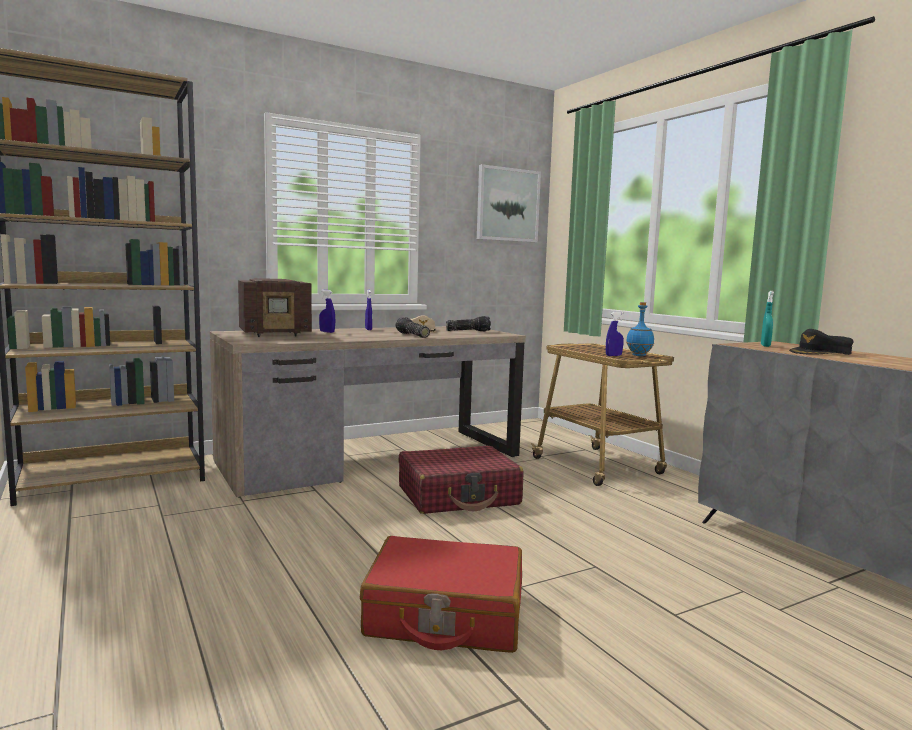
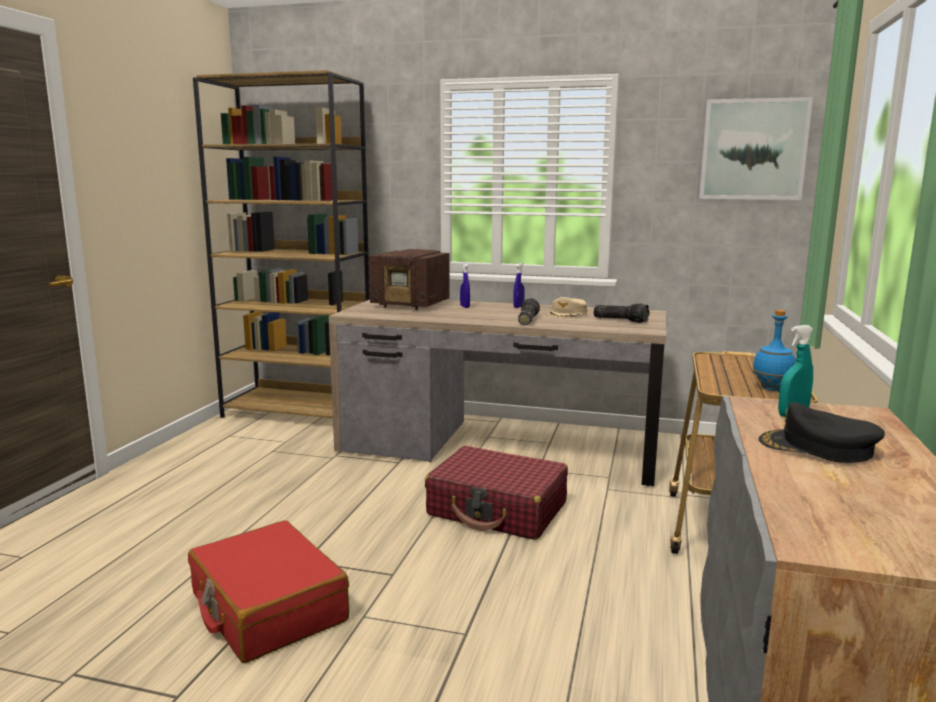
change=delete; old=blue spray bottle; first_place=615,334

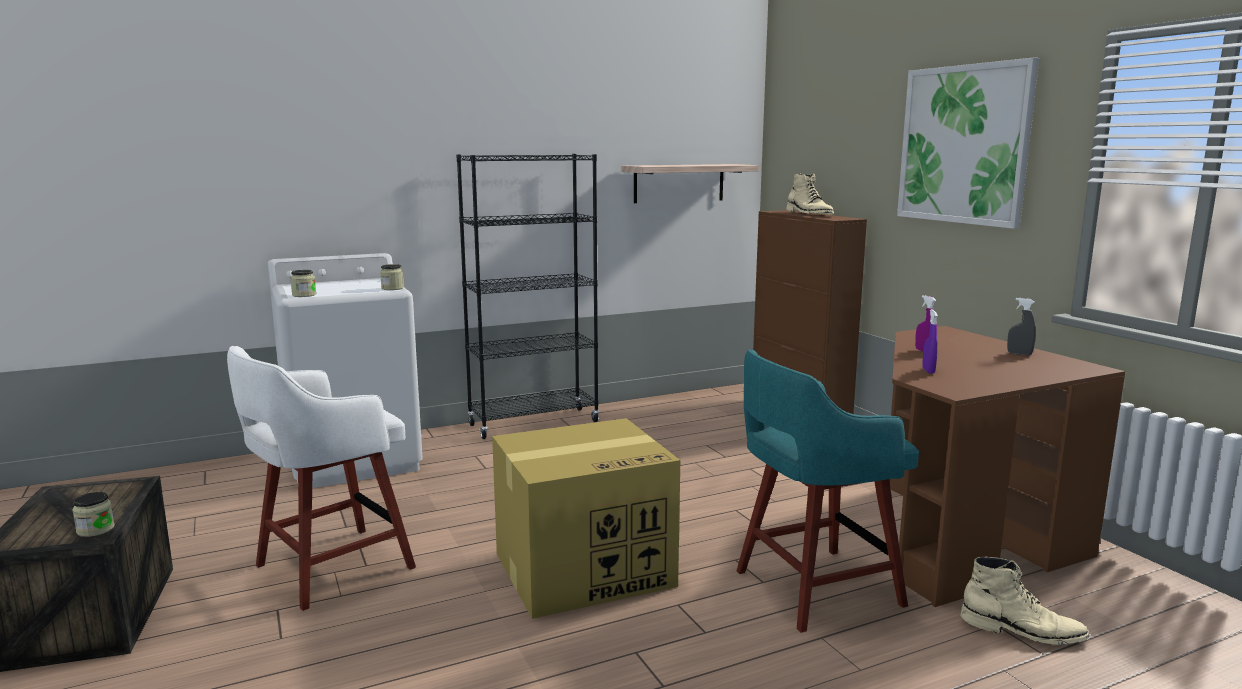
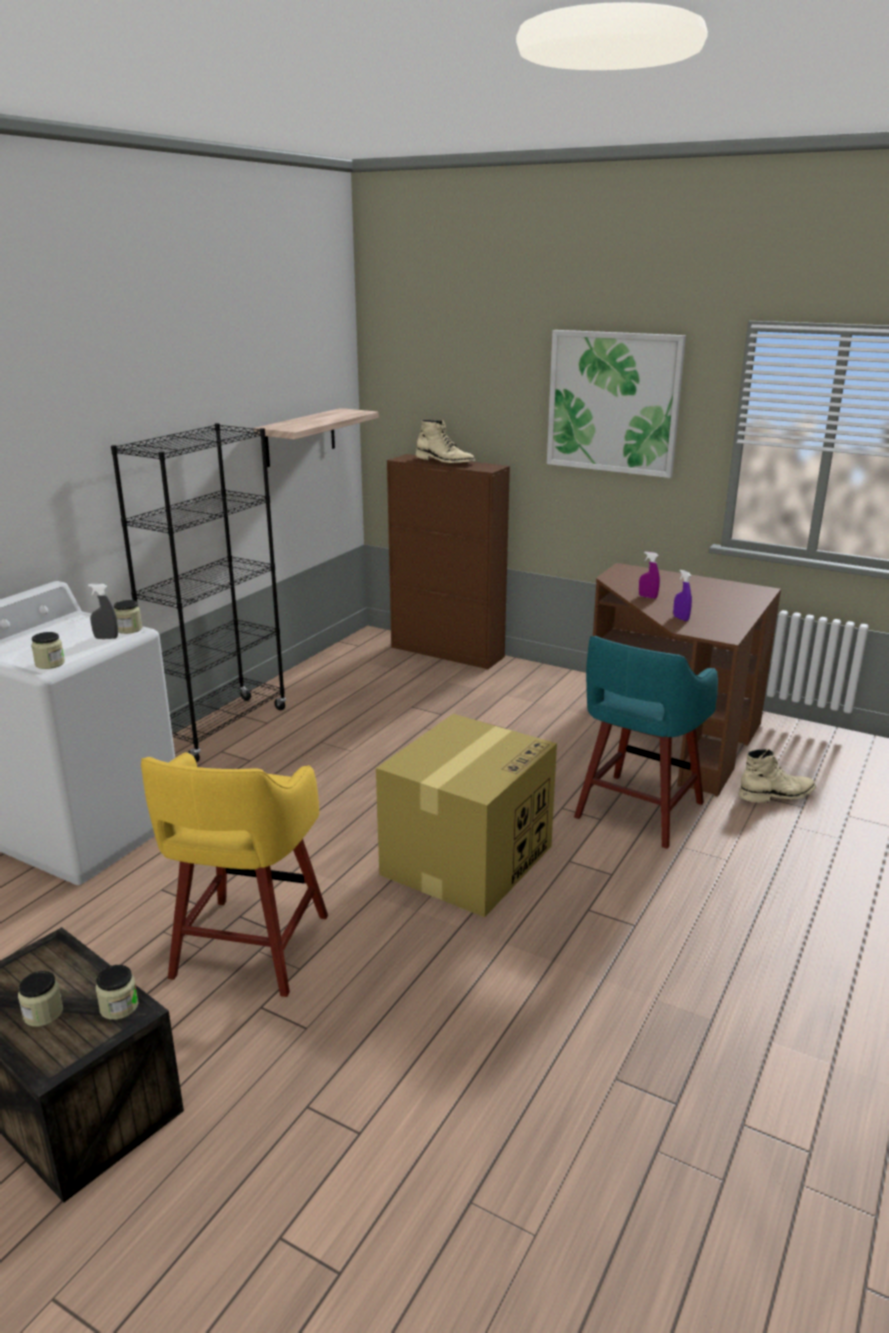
change=move; old=greyish spray bottle; first_place=1021,327; second_place=103,611
change=recolor; old=white-coloured stool; new=yellow stool; first_place=321,478; second_place=234,874
change=insert; new=storage jar; second_place=40,999

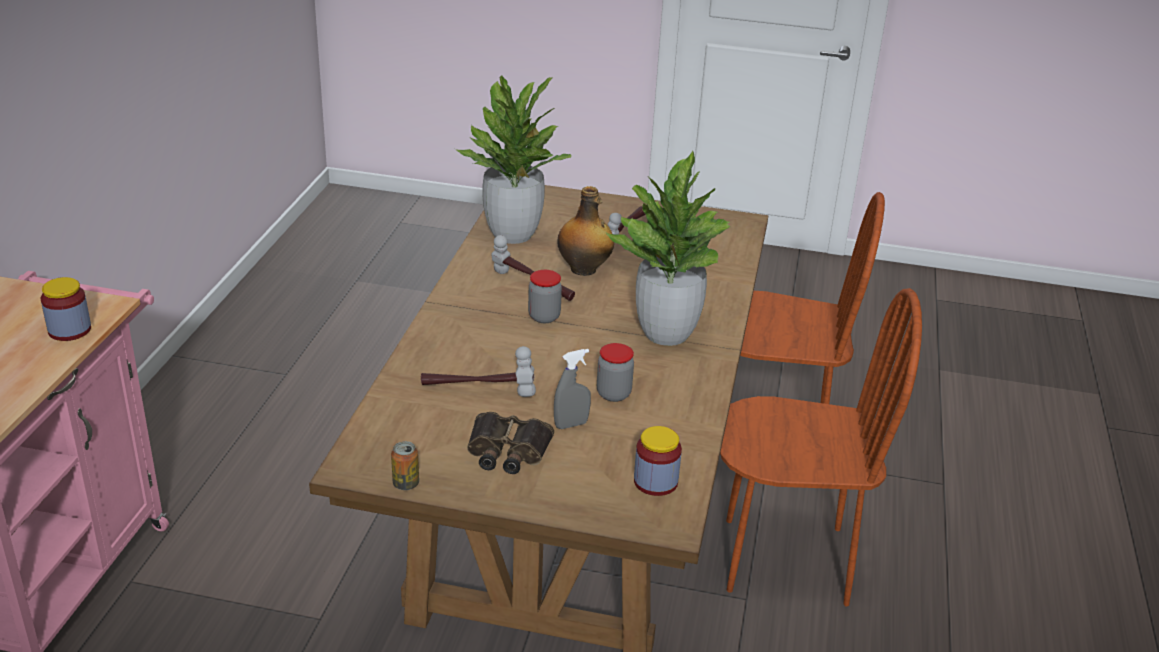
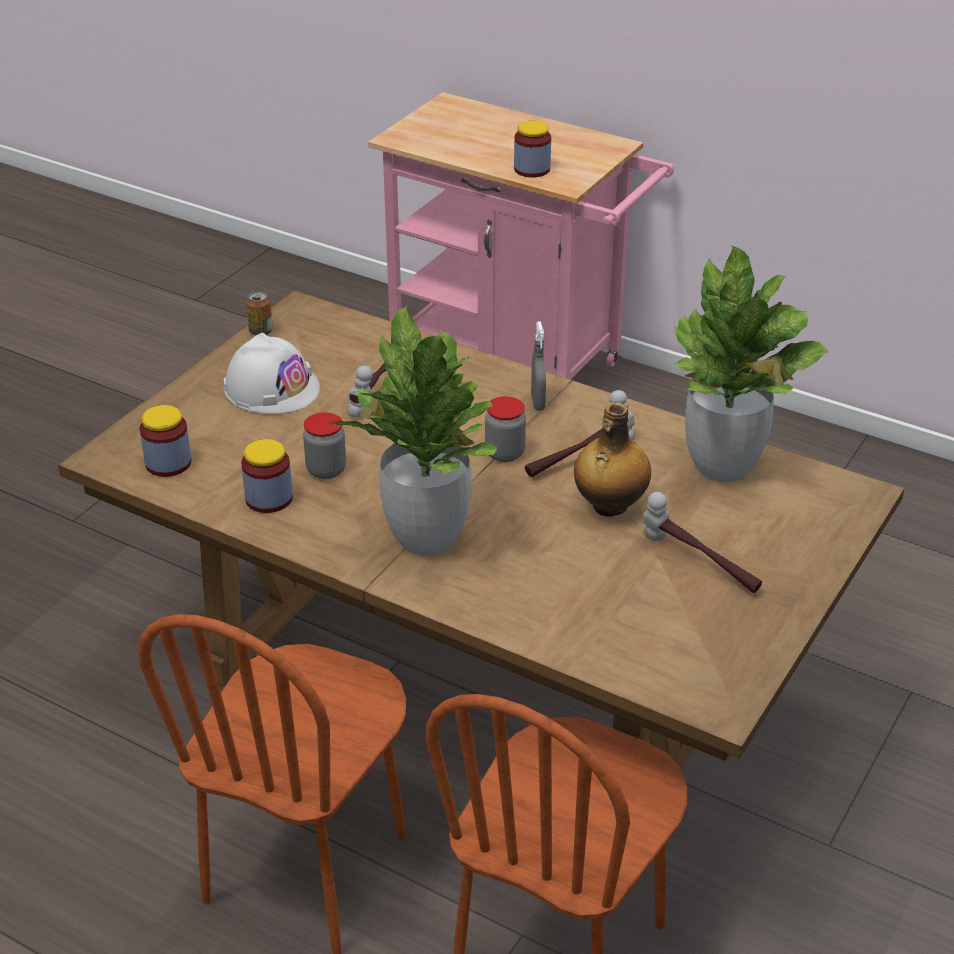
change=move; old=greyish spray bottle; first_place=572,389; second_place=538,365
change=replace; old=binoculars; new=white-coloured hard hat; first_place=510,443; second_place=272,373
change=insert; new=storage jar; second_place=267,476

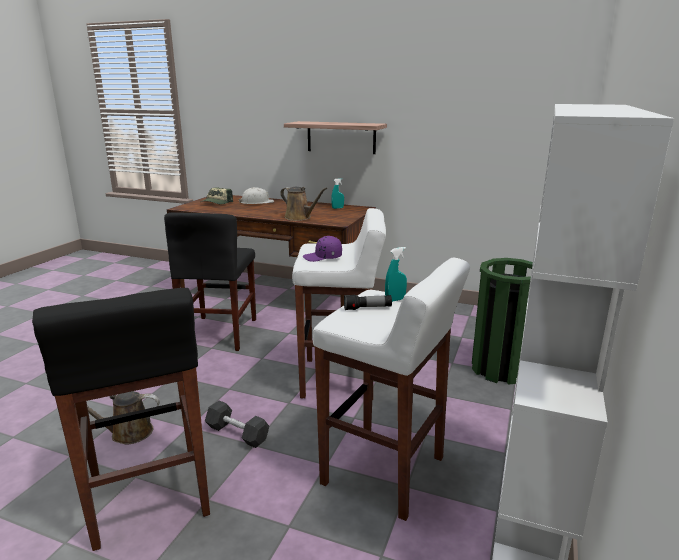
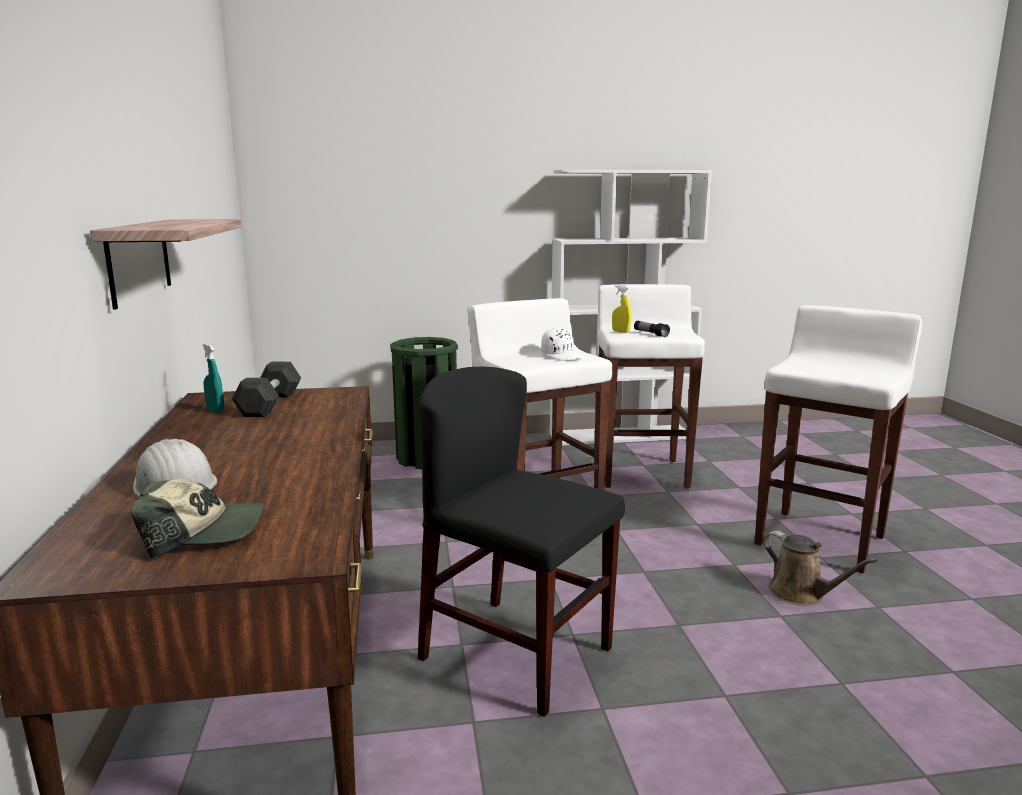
change=delete; old=brownish watering pot; first_place=303,204
change=rotate; old=blackish chair; first_place=210,281; second_place=521,542; degrees=-120
change=recolor; old=purple peaked cap; new=white-coloured peaked cap; first_place=322,249; second_place=562,344
change=recolor; old=turquoise spray bottle; new=yellow spray bottle; first_place=396,274; second_place=621,309
change=recolor; old=blackish stool; new=white-coloured stool; first_place=121,419; second_place=839,439
change=move; old=blackish free weight; first_place=237,424; second_place=266,389

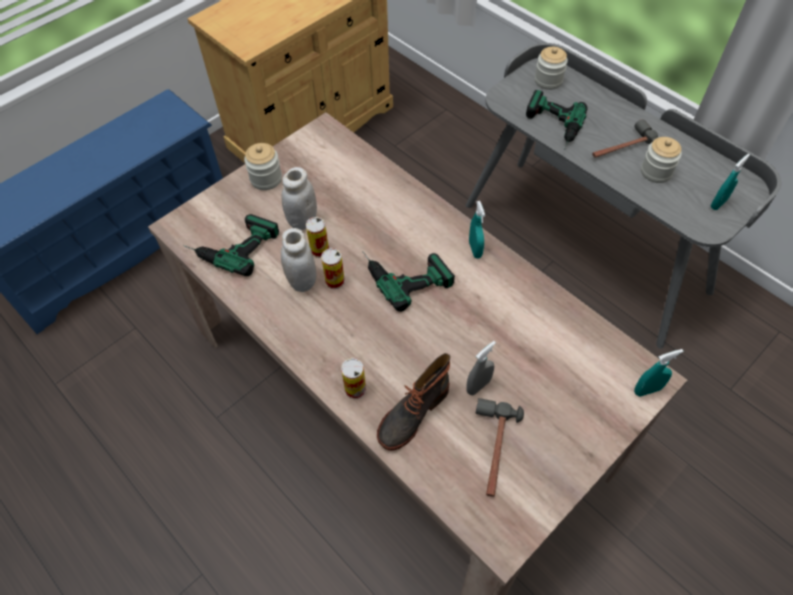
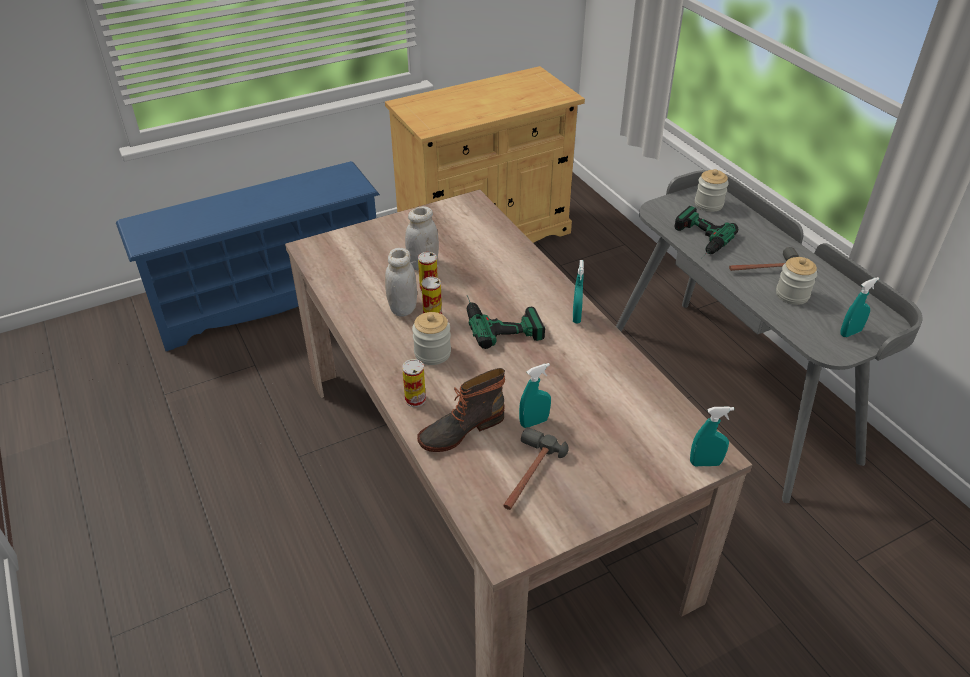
change=move; old=storage jar; first_place=263,166; second_place=431,338
change=delete; old=drill; first_place=231,245
change=recolor; old=greyish spray bottle; new=turquoise spray bottle; first_place=481,368; second_place=535,395

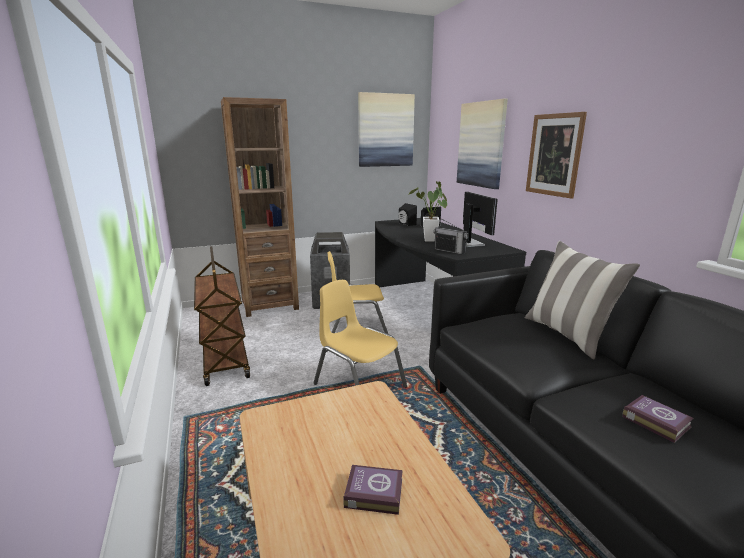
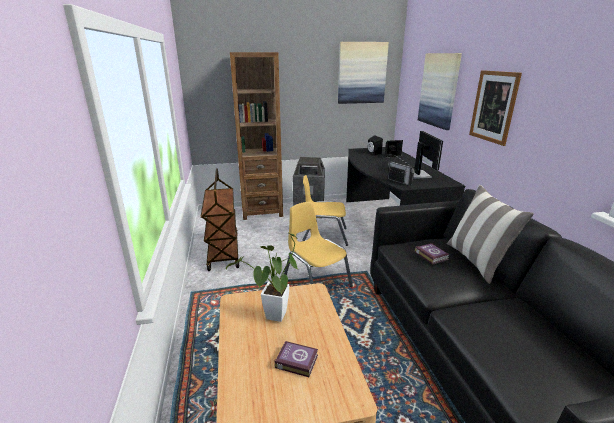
change=move; old=houseplant; first_place=428,211; second_place=262,277
change=move; old=book; first_place=658,419; second_place=432,254

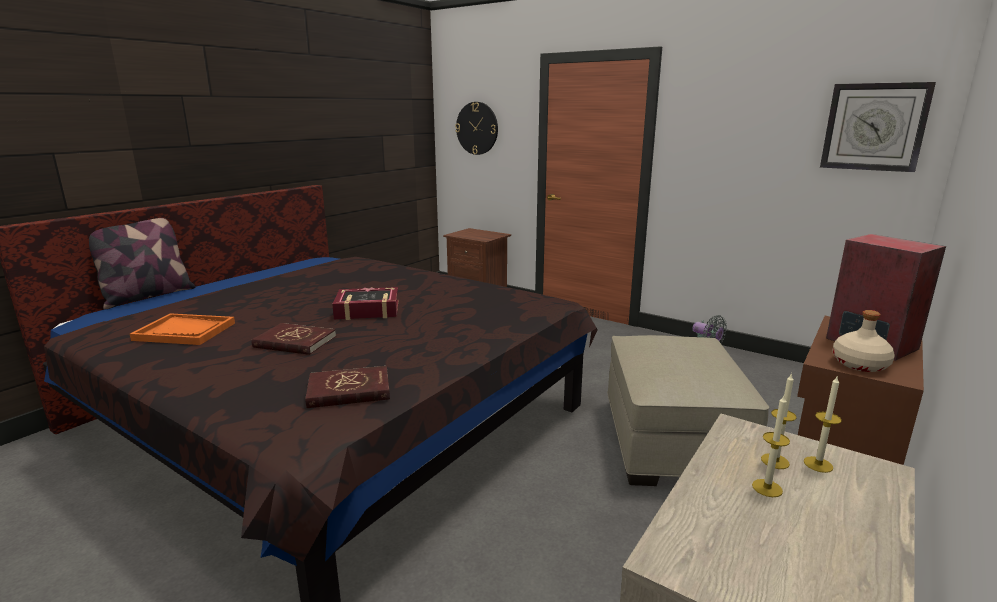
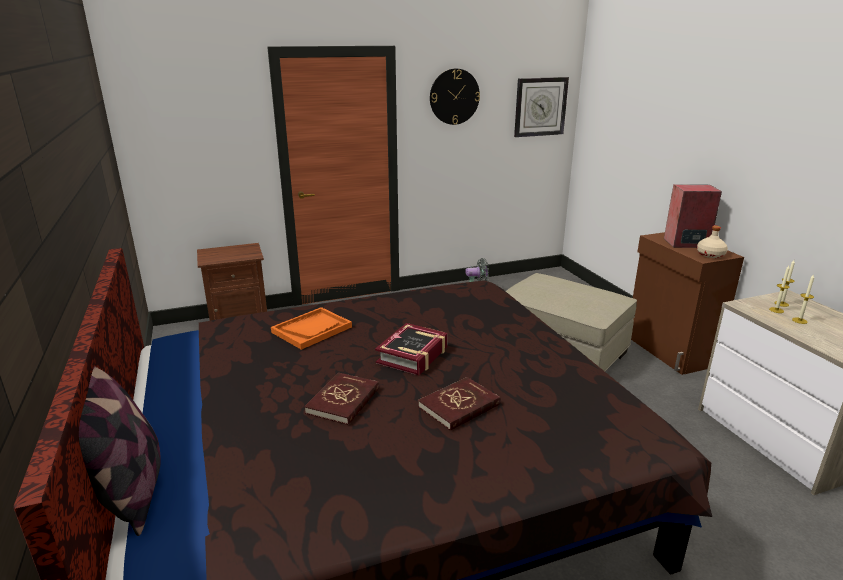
change=move; old=clock on the wall; first_place=476,128; second_place=455,97
change=move; old=orange-coloured serving tray; first_place=182,329; second_place=311,328
change=move; old=red-coloured book; first_place=347,387; second_place=341,398

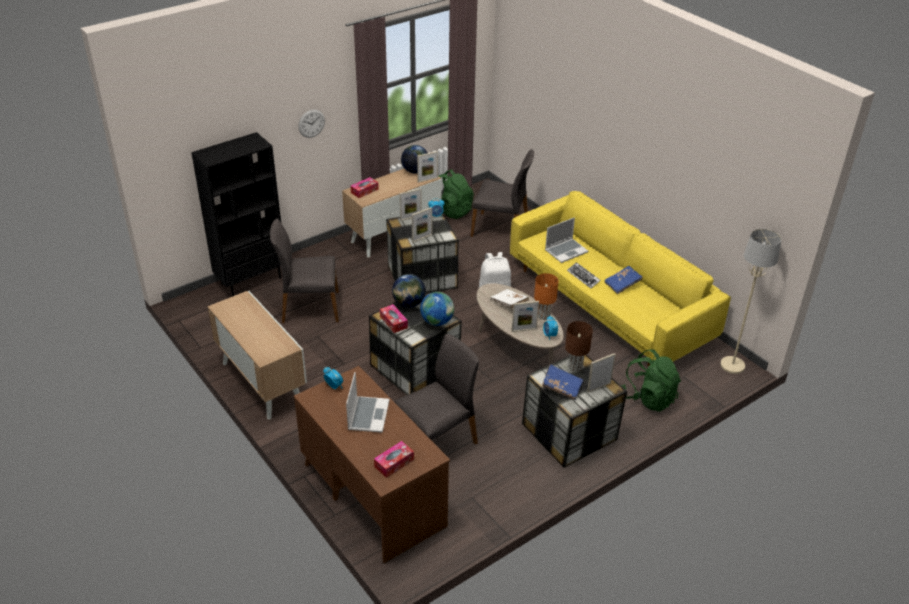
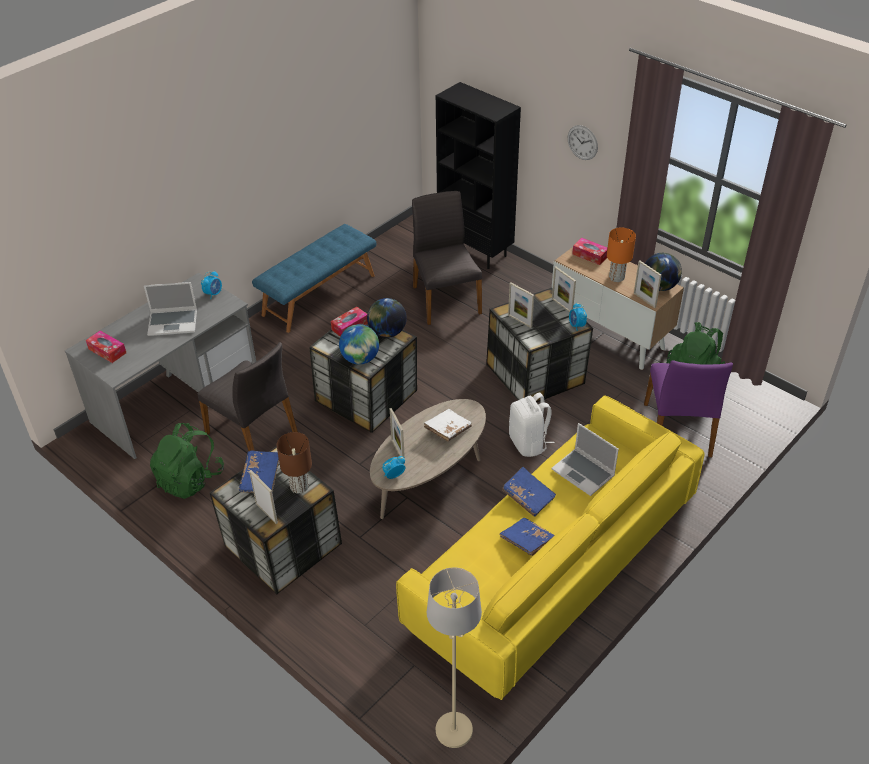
change=recolor; old=greyish chair; new=purple chair; first_place=502,193; second_place=688,409
change=replace; old=PC keyboard; new=blue book; first_place=584,275; second_place=529,491
change=move; old=orange-coloured tabletop lamp; first_place=546,296; second_place=621,255
change=replace; old=storage cabinet; new=blue bench; first_place=257,355; second_place=314,278
change=move; old=green-coloured rucksack; first_place=651,381; second_place=187,461
change=recolor; old=brownish desk; new=greyish desk; first_place=372,464; second_place=160,366

